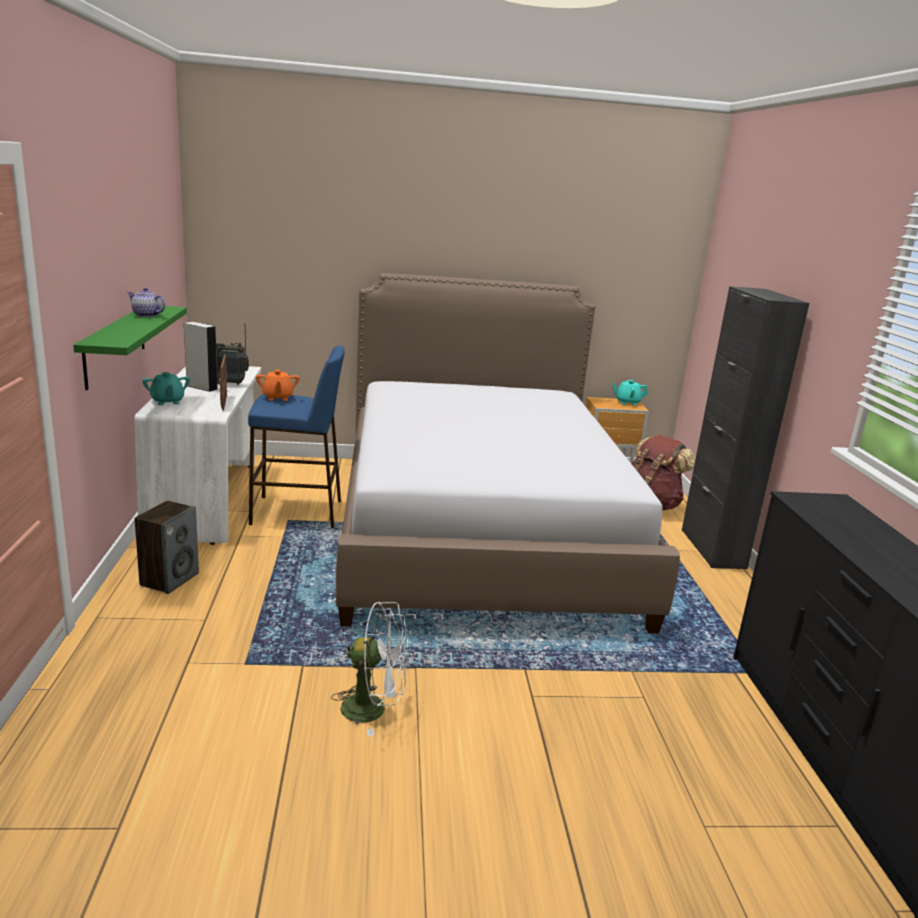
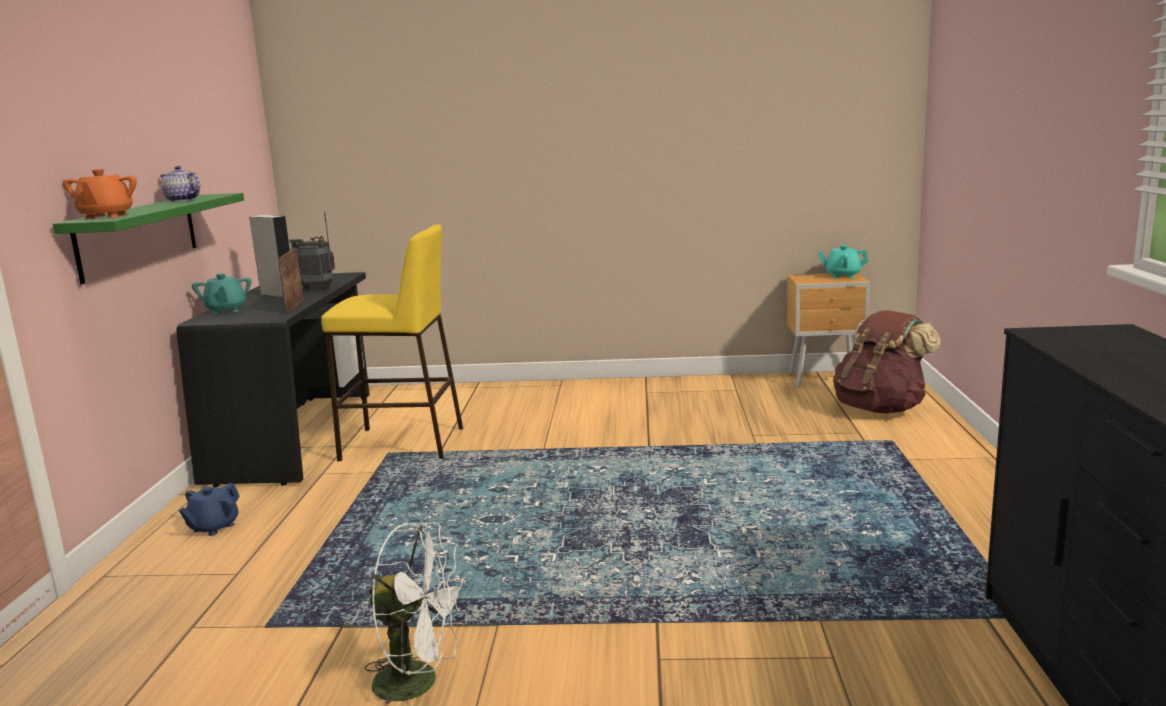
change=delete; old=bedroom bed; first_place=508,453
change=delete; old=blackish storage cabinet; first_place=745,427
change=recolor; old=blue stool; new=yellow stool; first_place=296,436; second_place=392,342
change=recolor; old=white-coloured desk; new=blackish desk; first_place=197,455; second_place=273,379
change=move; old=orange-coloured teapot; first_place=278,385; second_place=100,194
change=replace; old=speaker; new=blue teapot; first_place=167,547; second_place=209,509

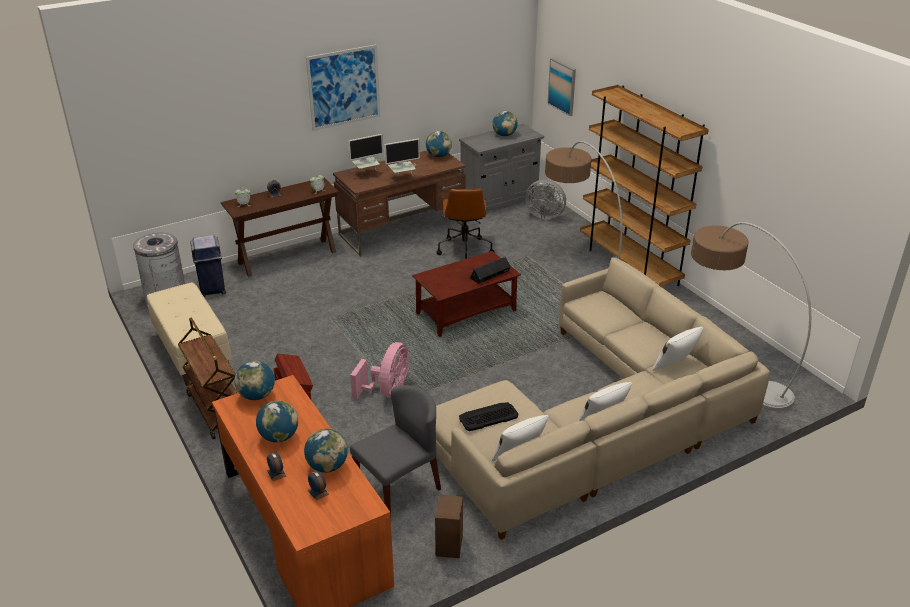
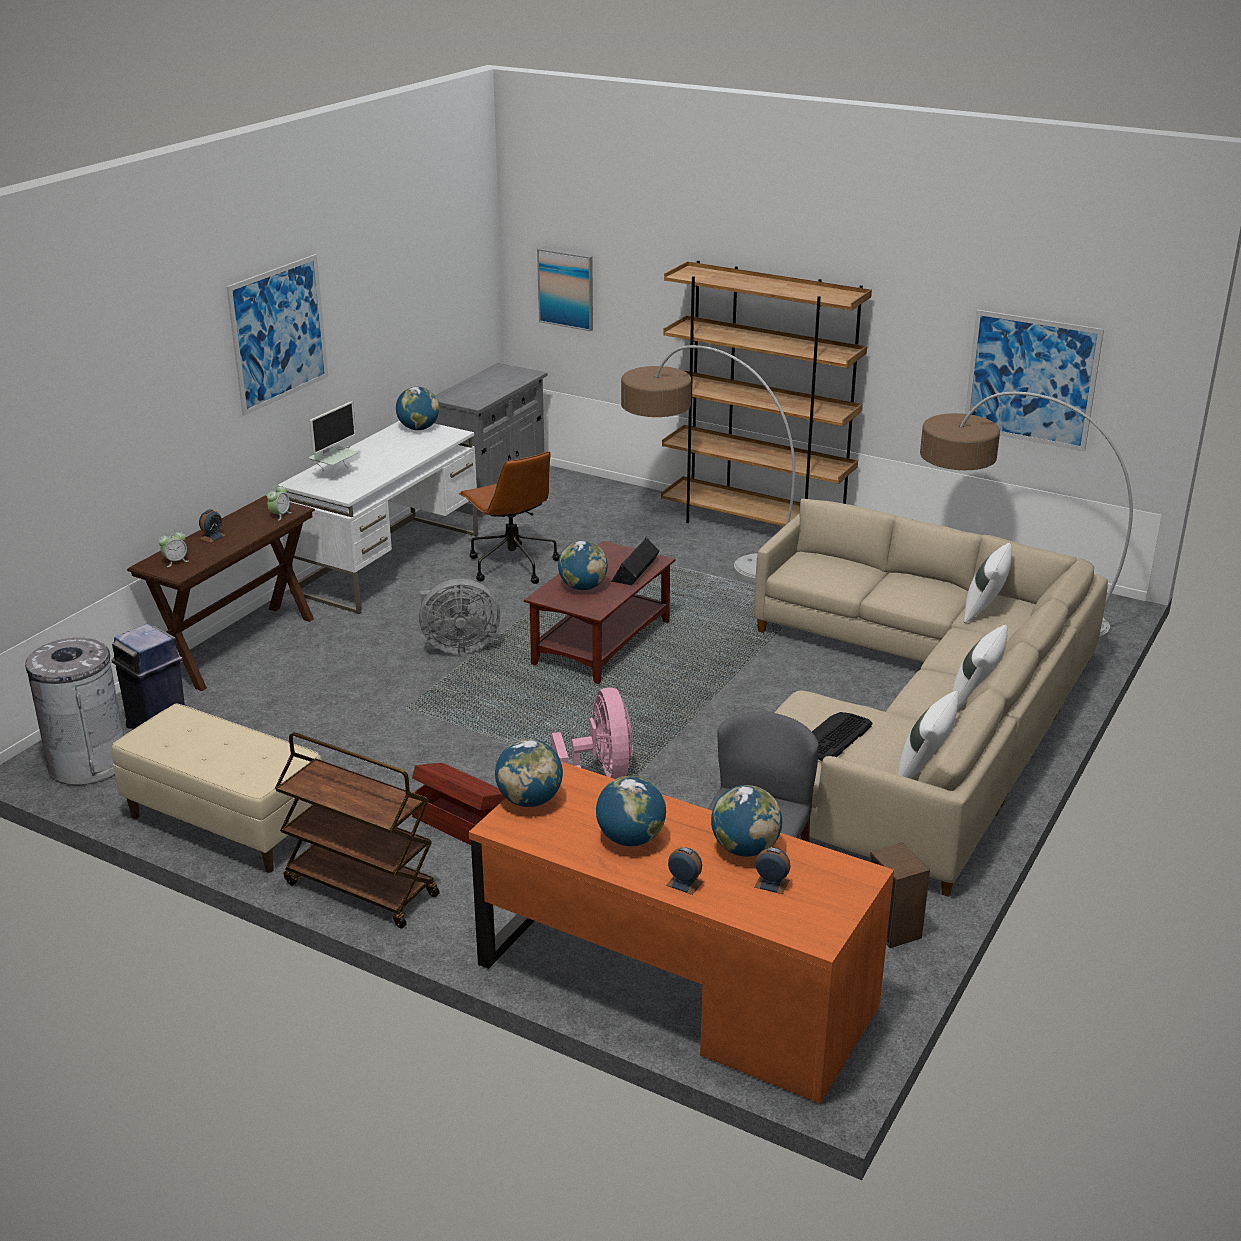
change=move; old=world globe; first_place=505,123; second_place=583,565
change=delete; old=computer screen; first_place=402,156
change=recolor; old=brownish desk; new=white-coloured desk; first_place=399,203; second_place=377,517
change=move; old=greyish cooling fan; first_place=545,199; second_place=459,616
change=insert; new=wall art; second_place=1034,381

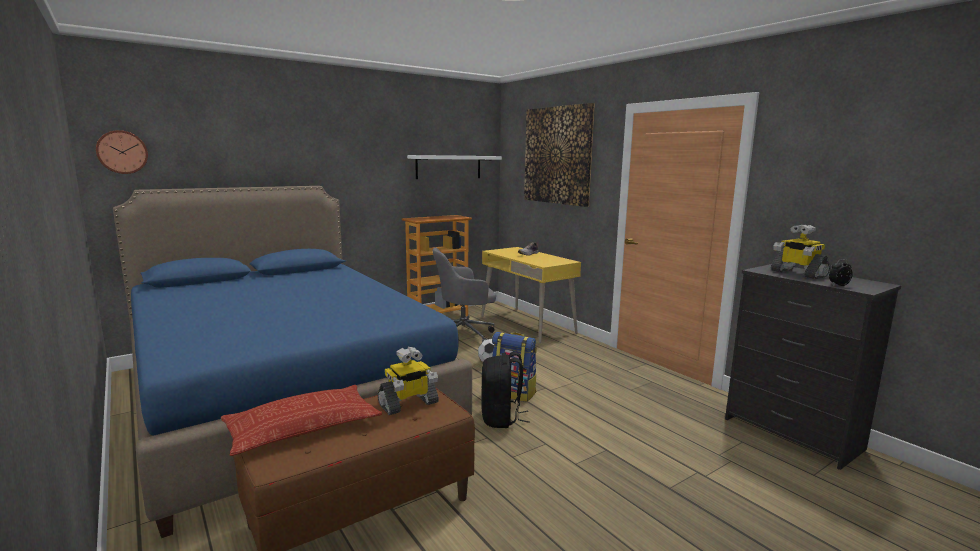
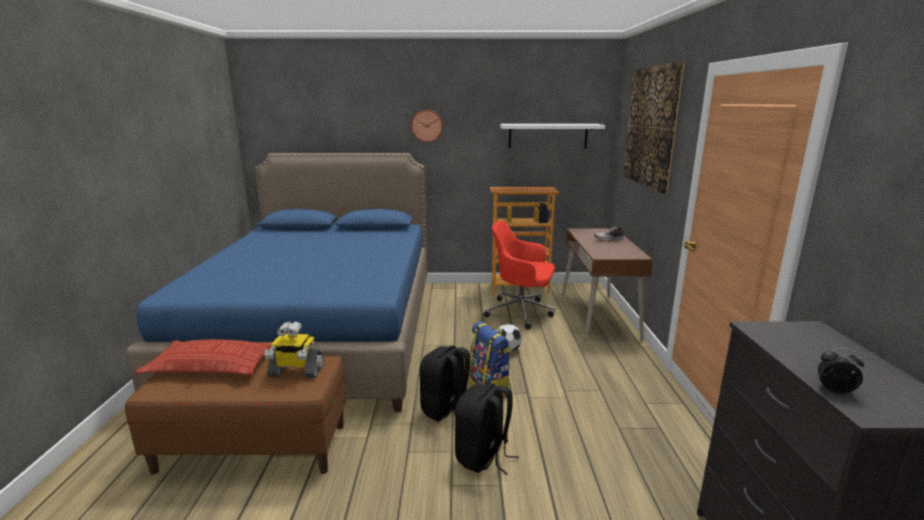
change=move; old=clock on the wall; first_place=122,152; second_place=427,126
change=delete; old=model robot; first_place=800,252
change=recolor; old=yellow desk; new=brownish desk; first_place=531,295; second_place=607,284
change=recolor; old=greyish desk chair; new=red-coloured desk chair; first_place=464,295; second_place=519,275
change=insert; new=blackish rucksack; second_place=487,429

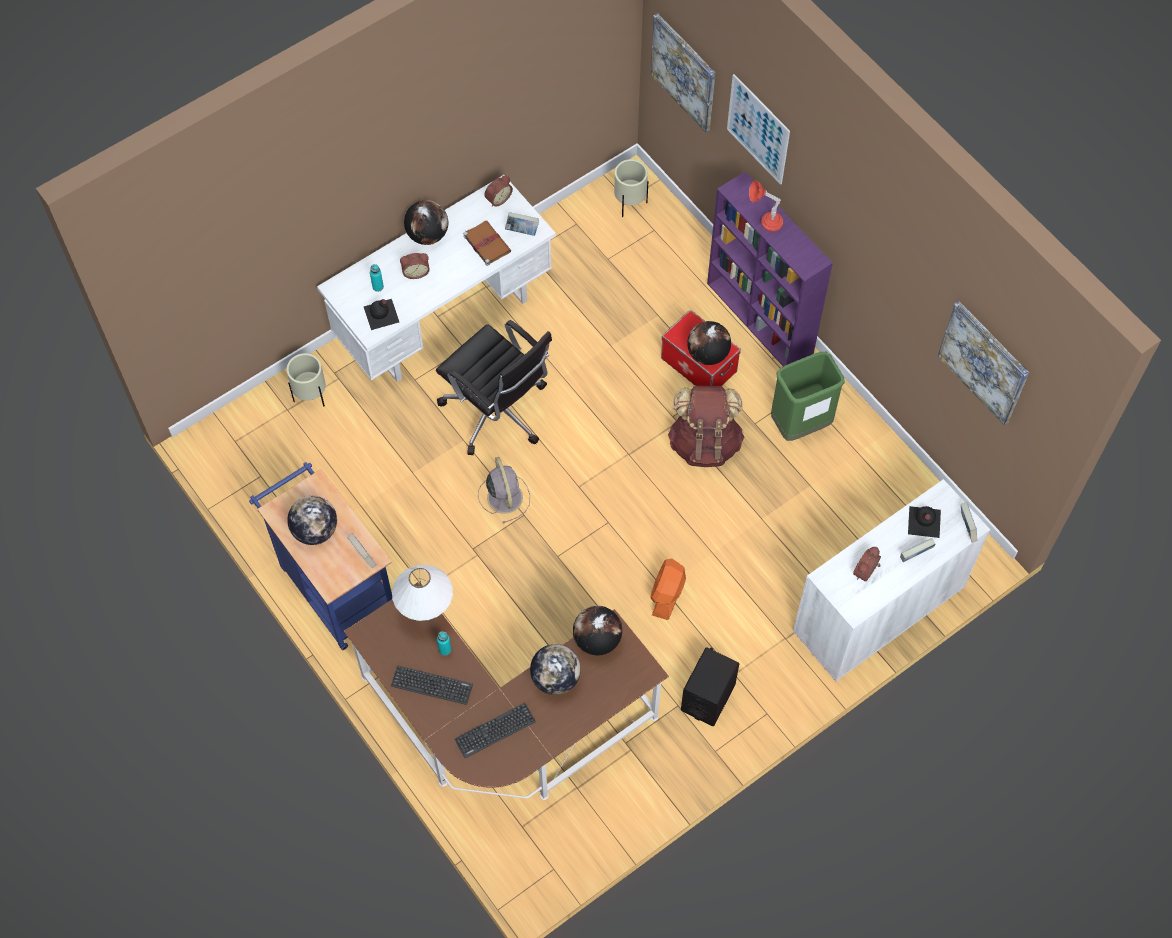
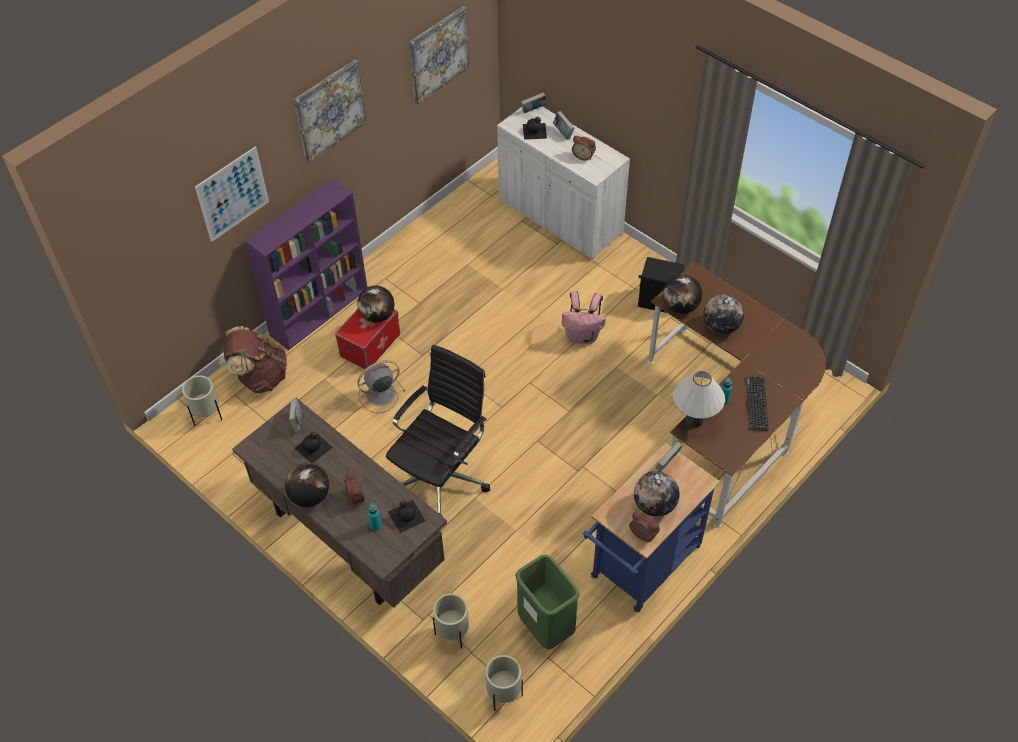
change=move; old=wall art; first_place=683,72; second_place=330,111
change=recolor; old=white-coloured desk; new=brownish desk; first_place=436,278; second_place=339,503
change=move; old=bedside clock; first_place=498,191; second_place=644,526
change=delete; old=red-coloured tabletop lamp; first_place=766,206
change=replace; old=brownish book; new=blackish drink bottle; first_place=487,243; second_place=314,448
change=move; old=green-coloured trash can; first_place=808,396; second_place=547,602
change=move; old=brownish rucksack; first_place=706,426; second_place=255,359
change=move; old=greyish cooling fan; first_place=504,490; second_place=381,386
change=replace; old=orange-coloured cooling fan; new=pink-coloured rucksack; first_place=668,589; second_place=584,317
change=delete; old=PC keyboard; first_place=495,730
change=insert; new=beige-coloured planter; second_place=504,683

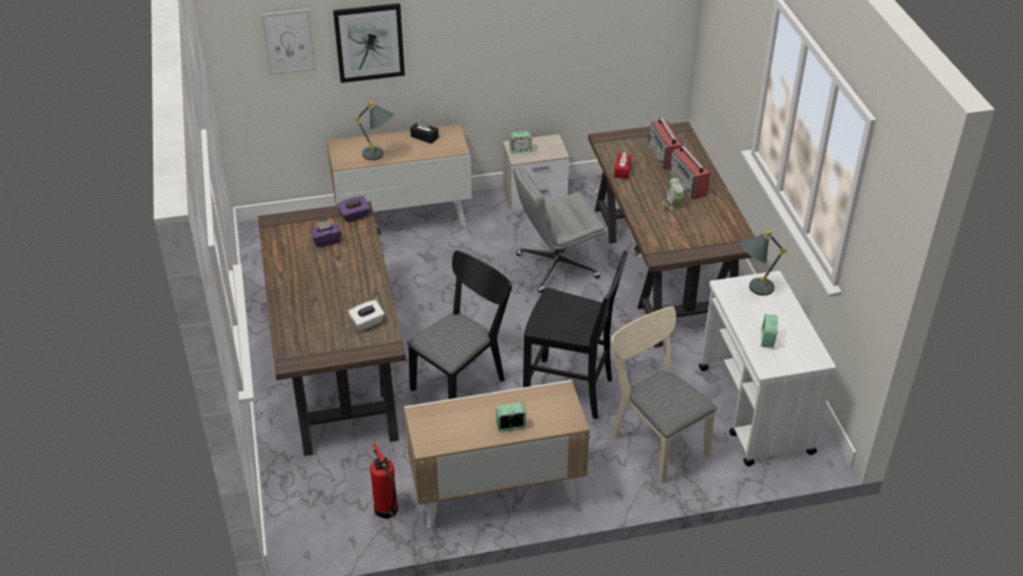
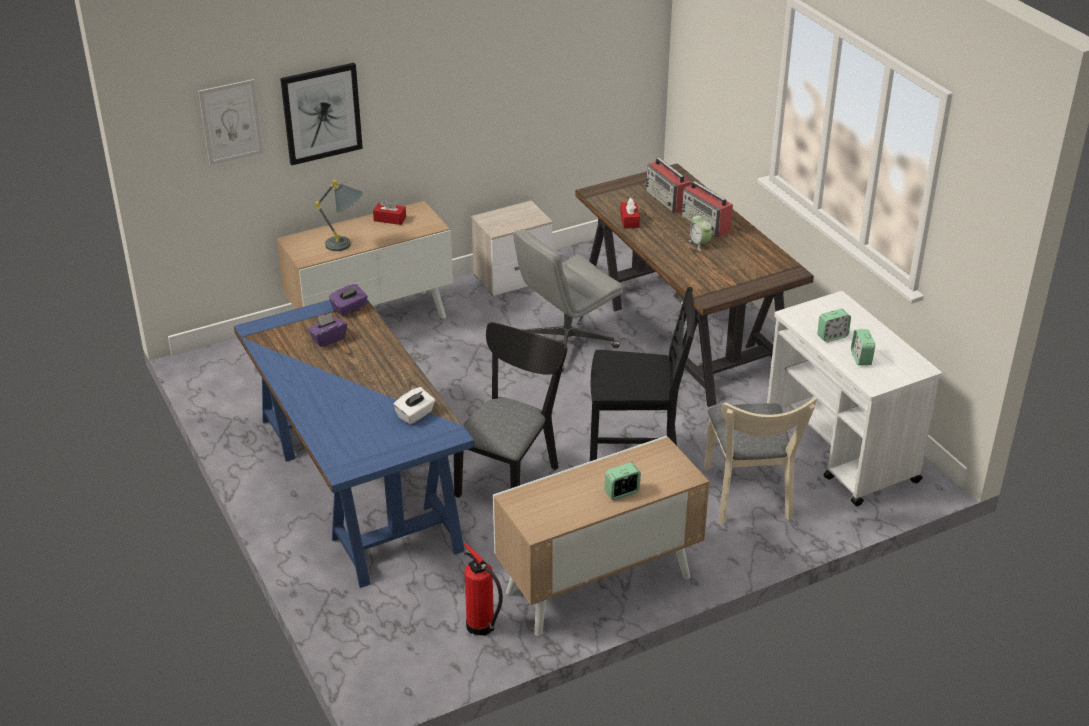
change=recolor; old=blackish box of tissues; new=red-coloured box of tissues; first_place=424,132; second_place=389,211
change=move; old=bedside clock; first_place=521,142; second_place=834,325
change=recolor; old=brownish desk; new=blue desk; first_place=332,328; second_place=354,443
change=delete; old=greyish tabletop lamp; first_place=763,263
change=rotate; old=beige-coloured chair; first_place=663,395; second_place=760,461; degrees=-135

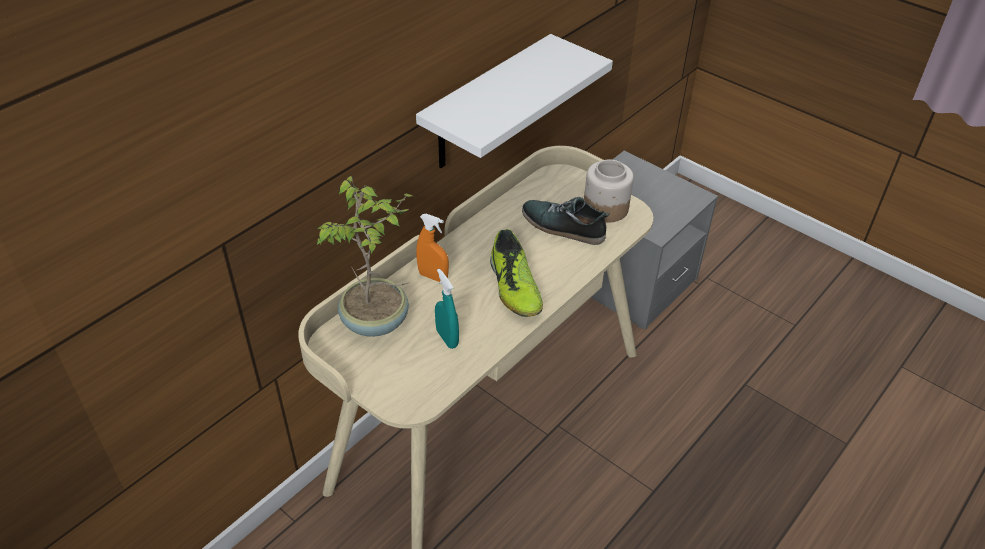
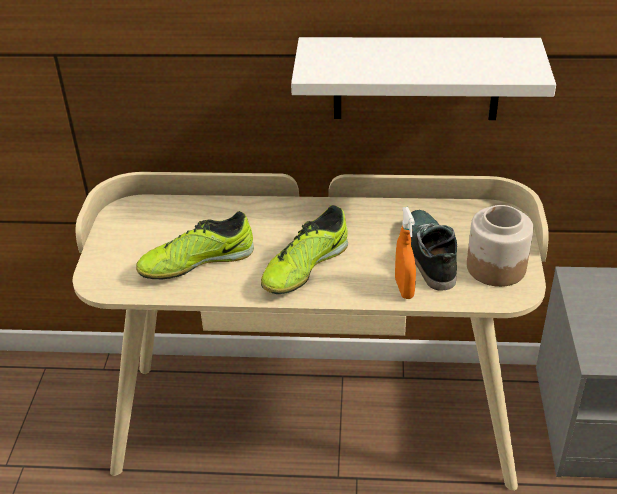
change=delete; old=houseplant; first_place=366,256
change=move; old=orange-coloured spray bottle; first_place=432,248; second_place=405,253
change=replace; old=turquoise spray bottle; new=shoe; first_place=447,309; second_place=195,245

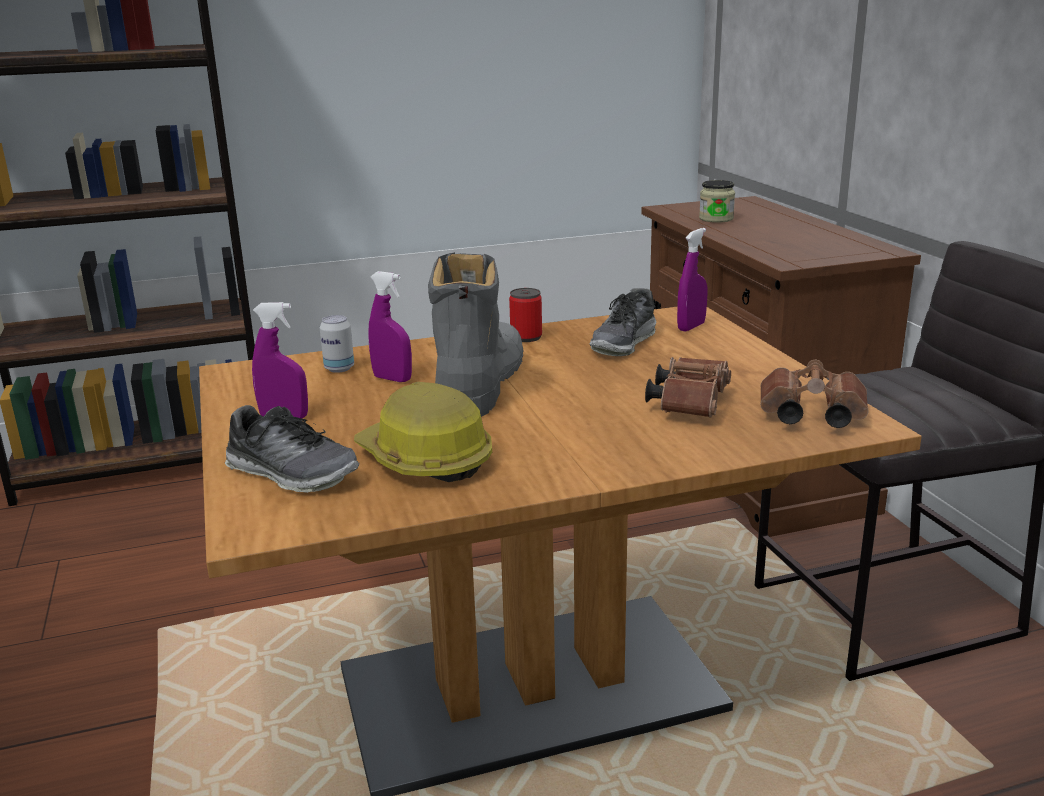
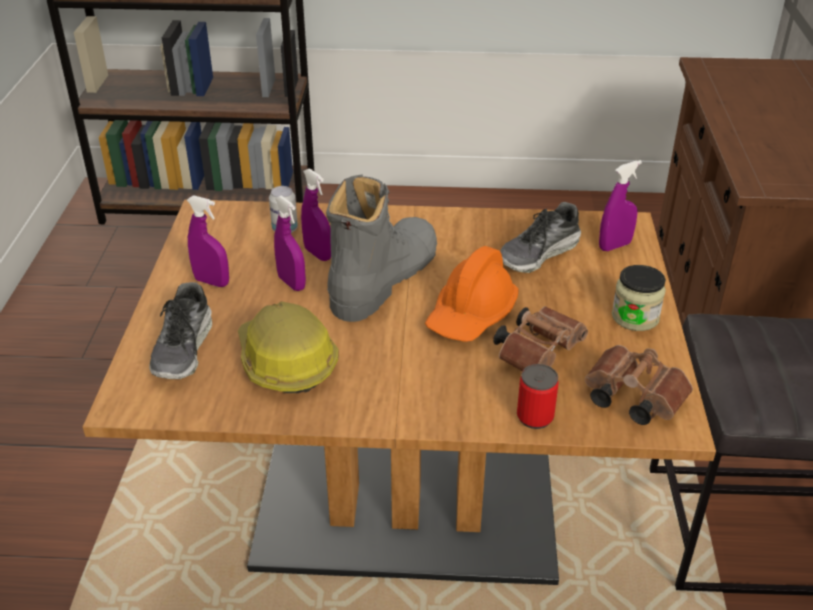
change=move; old=storage jar; first_place=717,201; second_place=639,298
change=move; old=metal can; first_place=525,315; second_place=538,396
change=rotate; old=shoe; first_place=292,449; second_place=180,330; degrees=45
change=insert; new=purple spray bottle; second_place=290,243
change=insert; new=orange-coloured hard hat; second_place=472,294

